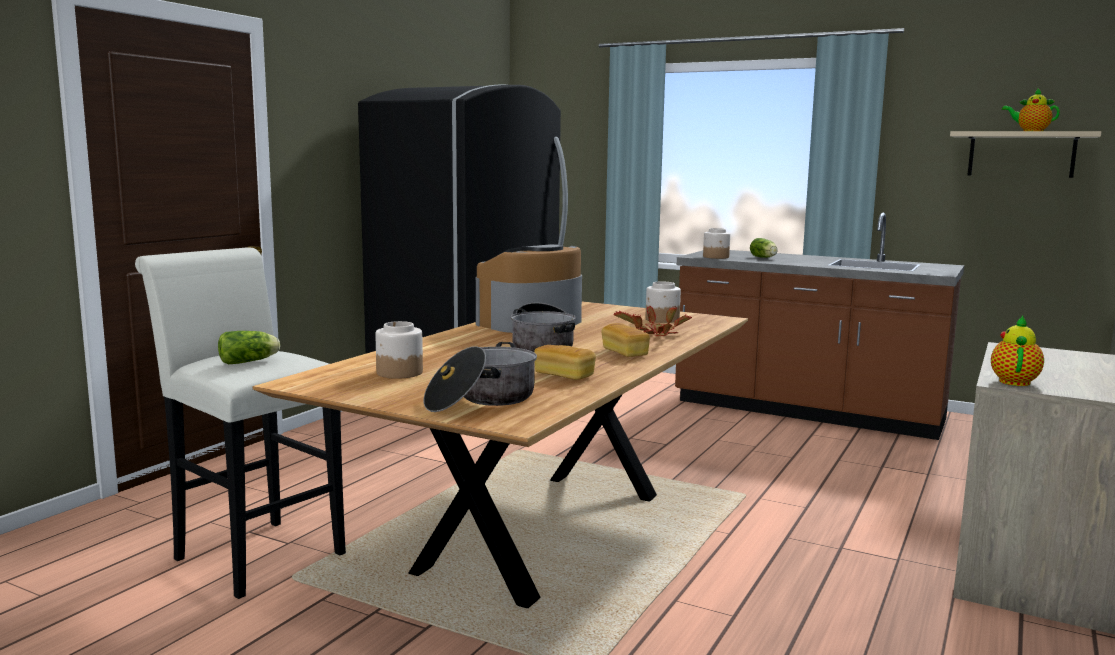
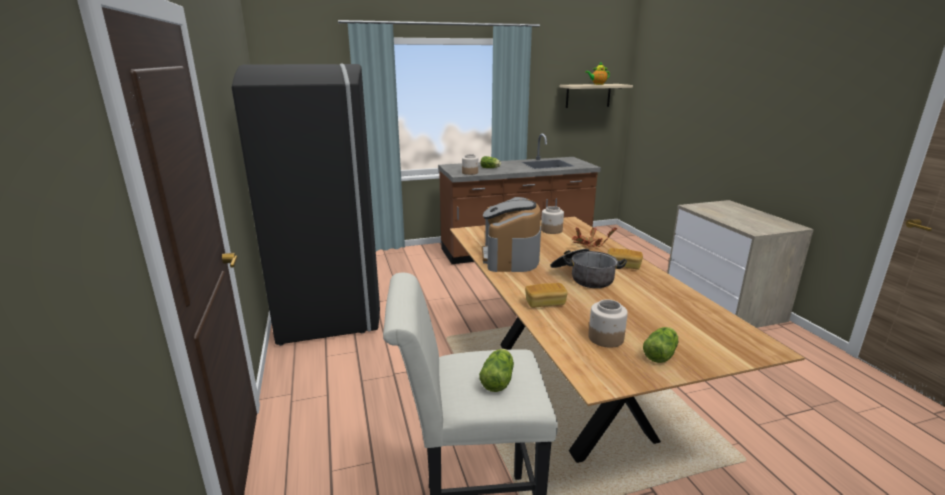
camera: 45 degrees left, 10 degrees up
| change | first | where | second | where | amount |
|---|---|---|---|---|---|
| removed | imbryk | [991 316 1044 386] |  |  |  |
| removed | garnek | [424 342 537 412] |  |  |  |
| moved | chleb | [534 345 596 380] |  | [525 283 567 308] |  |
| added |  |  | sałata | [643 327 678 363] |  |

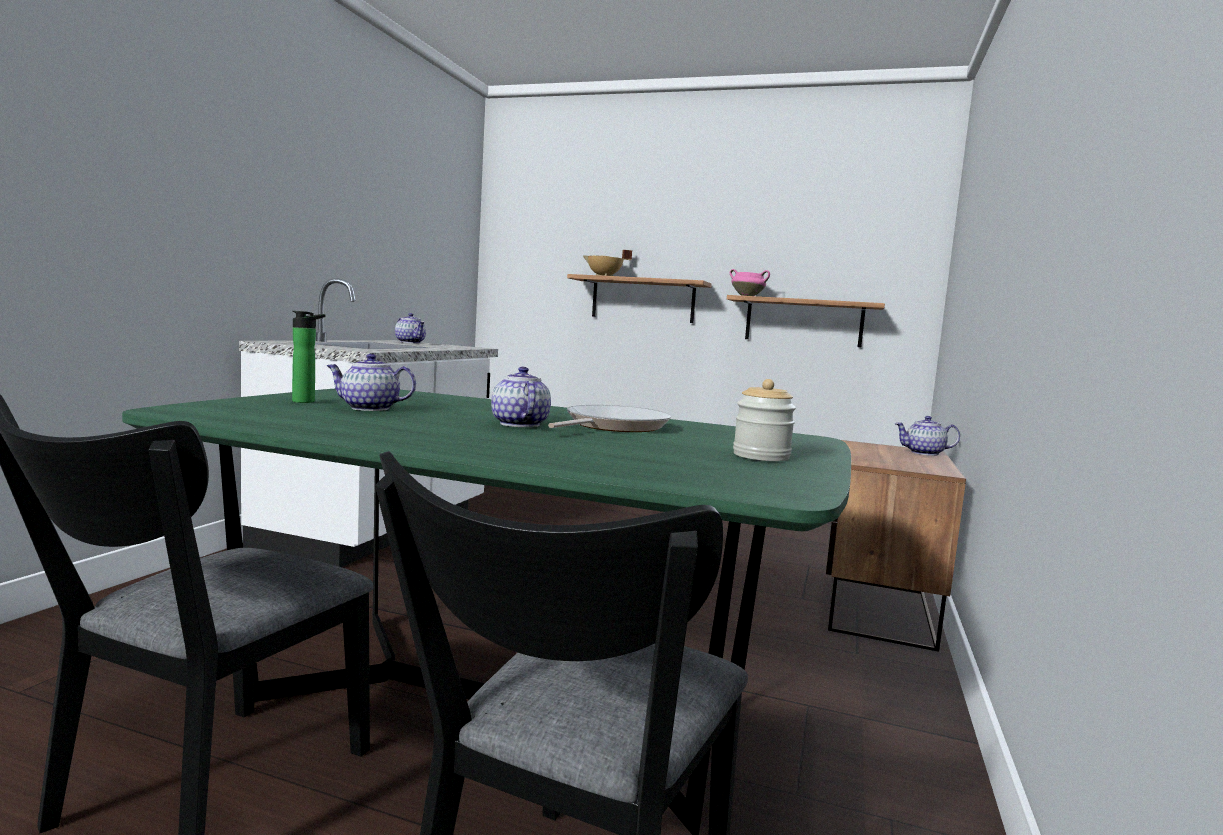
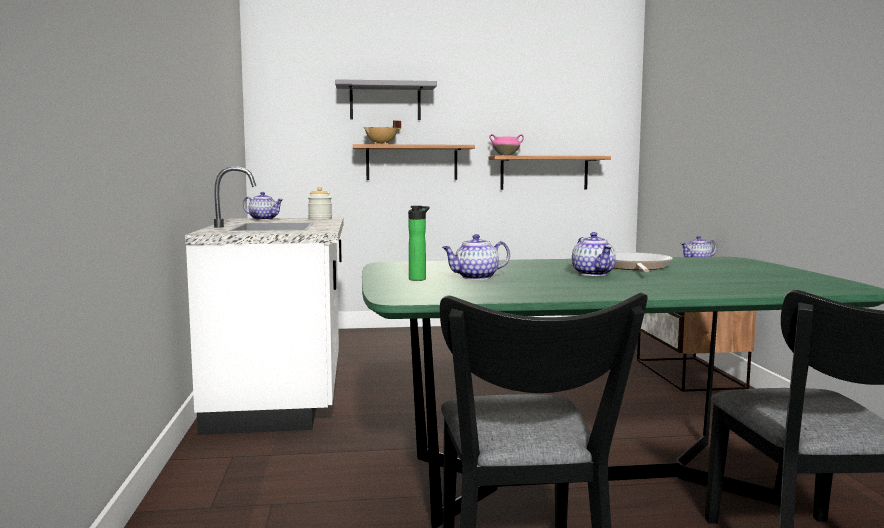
camera: 25 degrees left, 0 degrees up
| change | first | where | second | where | amount |
|---|---|---|---|---|---|
| turned | imbryk | [491 367 551 427] |  | [572 232 616 276] | 150 degrees counterclockwise |
| moved | słoik | [733 379 796 461] |  | [308 187 332 220] |  |
| added |  |  | półka [szary] | [335 79 437 120] |  |

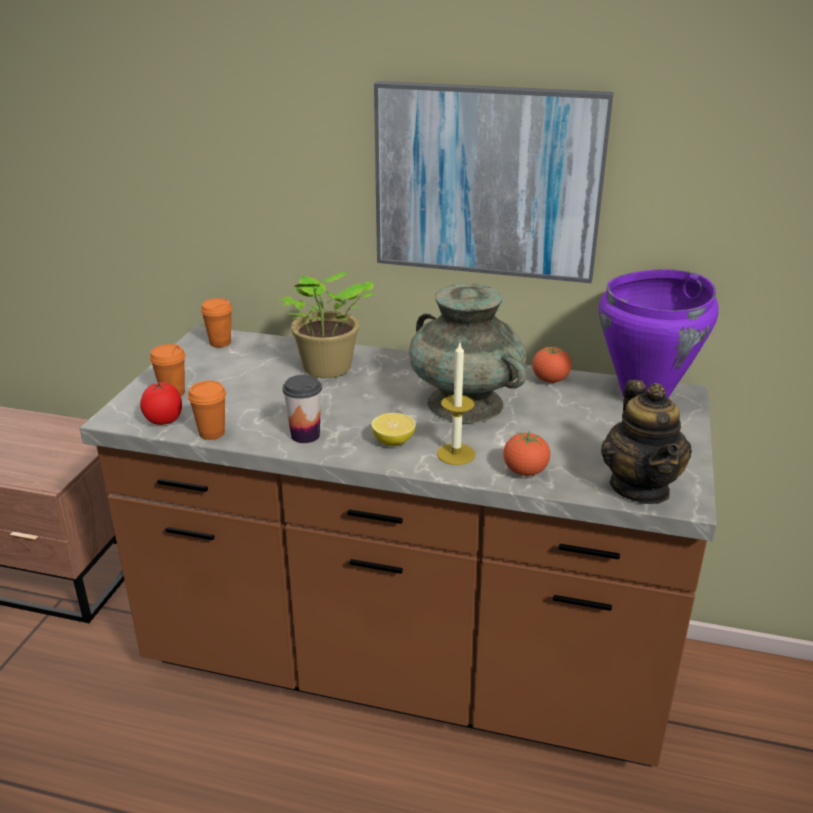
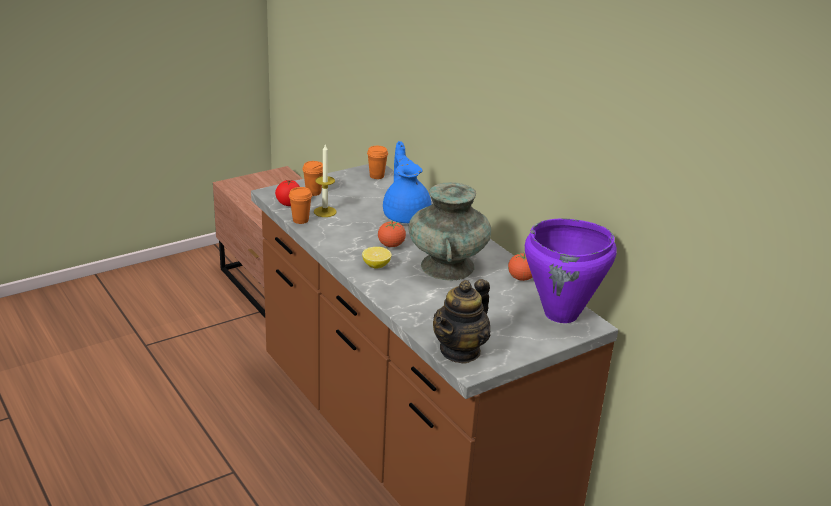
camera: 40 degrees right, 0 degrees up
| change | first | where | second | where | amount |
|---|---|---|---|---|---|
| removed | obraz | [374 81 613 283] |  |  |  |
| replaced | roślina doniczkowa | [278 272 375 378] | imbryk [niebieski] | [383 141 431 223] |  |
| moved | świeca | [437 343 475 465] |  | [314 145 337 217] |  |
| removed | filiżanka | [283 375 322 443] |  |  |  |
| moved | pomidor | [503 431 550 476] |  | [378 221 406 247] |  |

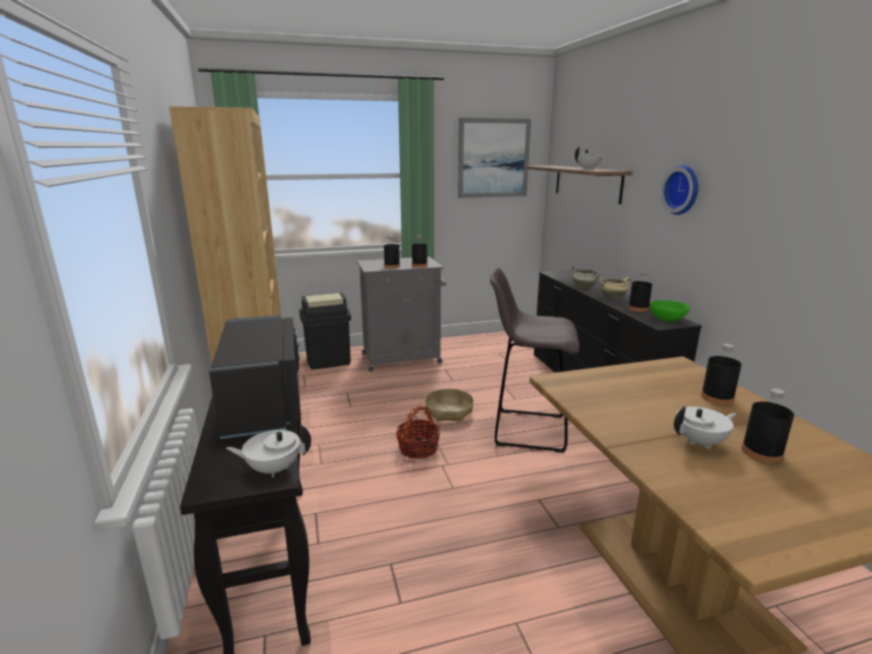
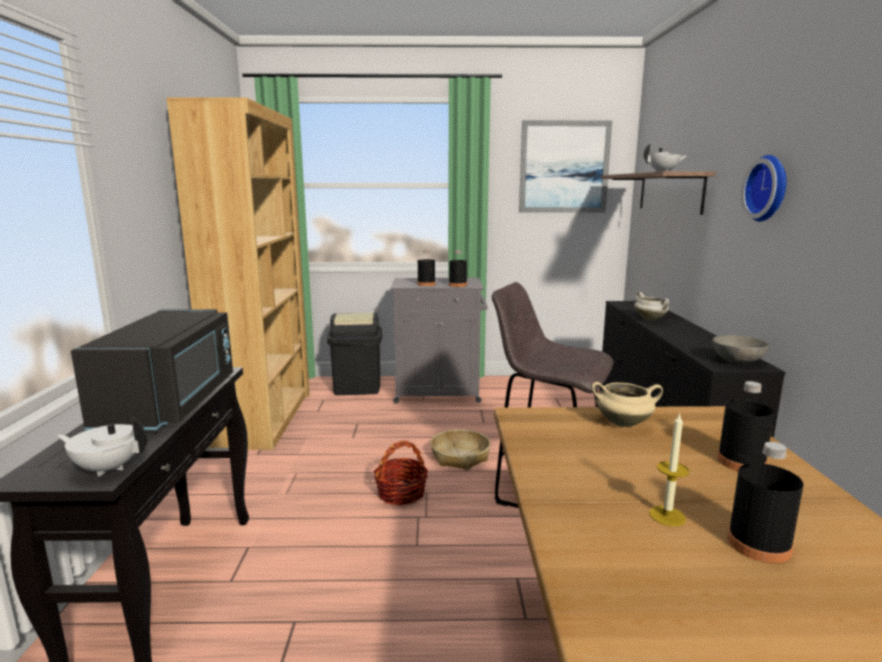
camera: 15 degrees right, 5 degrees down
| change | first | where | second | where | amount |
|---|---|---|---|---|---|
| removed | butelka [czarny] | [628 272 652 312] |  |  |  |
| moved | garnek [beżowy] | [600 277 631 299] |  | [591 382 663 427] |  |
| recoloured | miska [zielony] | [650 300 690 322] | miska [szary] | [712 335 770 364] |  |
| replaced | imbryk [biały] | [674 406 736 450] | świeca | [649 413 689 527] |  |

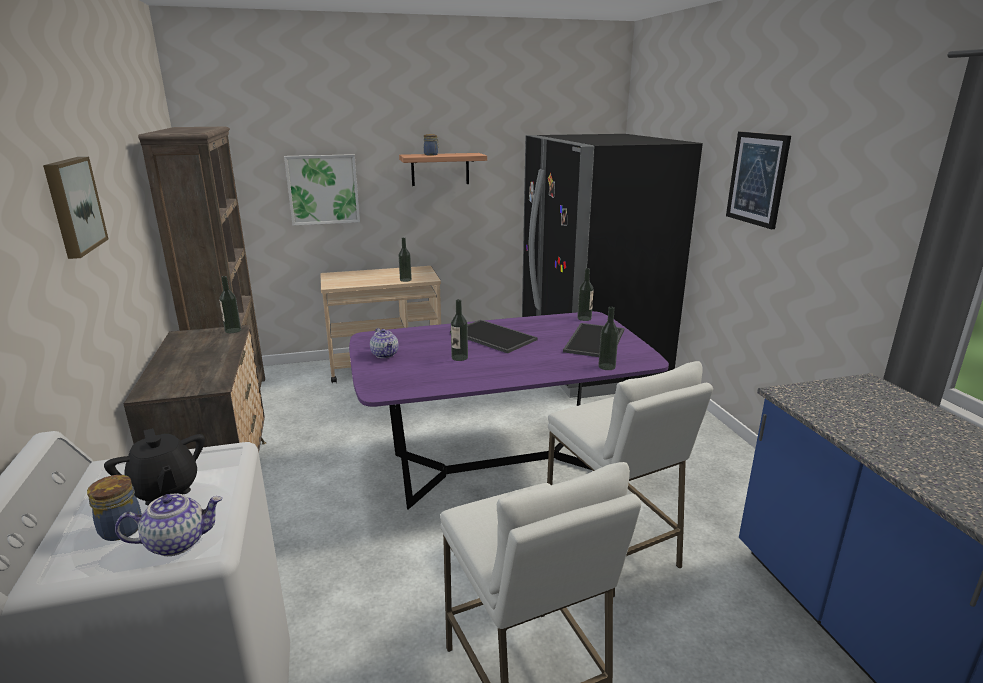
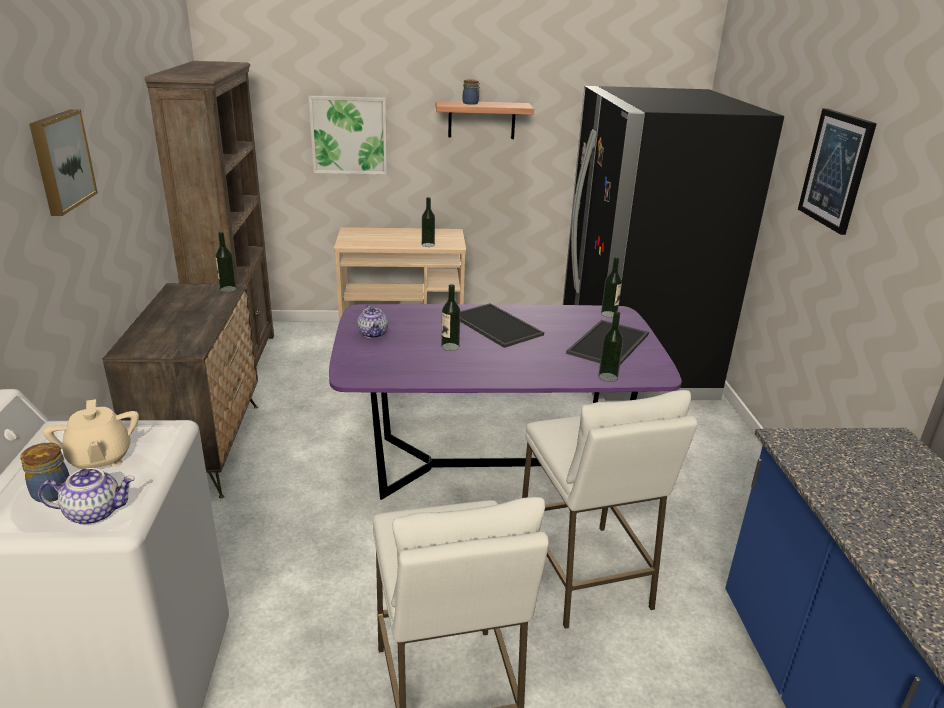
camera: 10 degrees right, 5 degrees up
| change | first | where | second | where | amount |
|---|---|---|---|---|---|
| recoloured | imbryk [czarny] | [104 428 205 505] | imbryk [beżowy] | [43 399 139 470] |  |

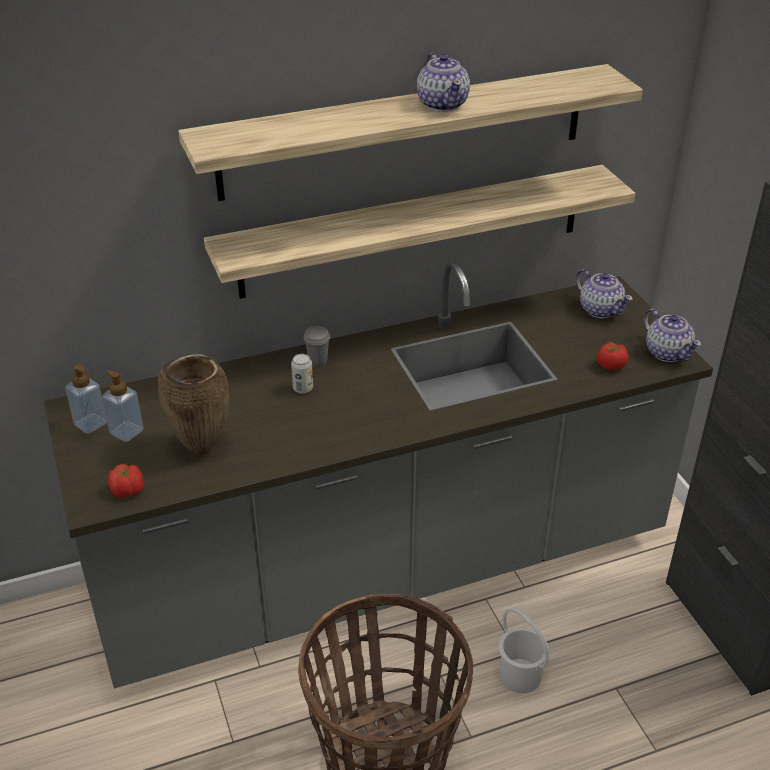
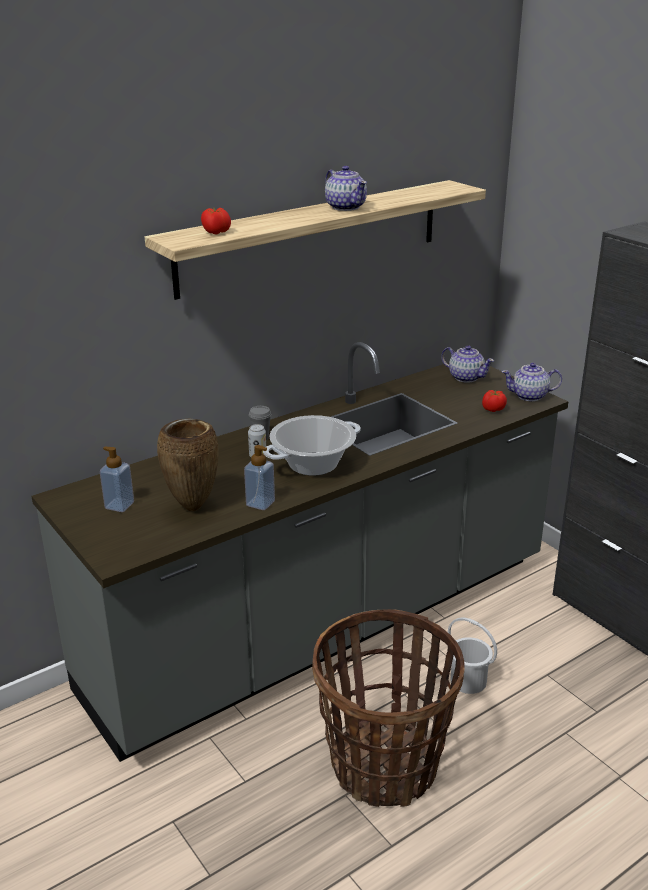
camera: 15 degrees left, 10 degrees down
| change | first | where | second | where | amount |
|---|---|---|---|---|---|
| removed | półka | [204 165 635 299] |  |  |  |
| turned | imbryk | [643 309 702 362] |  | [502 363 562 401] | 135 degrees clockwise |
| moved | dozownik mydła | [65 364 107 434] |  | [244 445 275 510] |  |
| moved | pomidor | [108 464 144 498] |  | [201 207 231 234] |  |
| added |  |  | garnek | [263 415 361 476] |  |

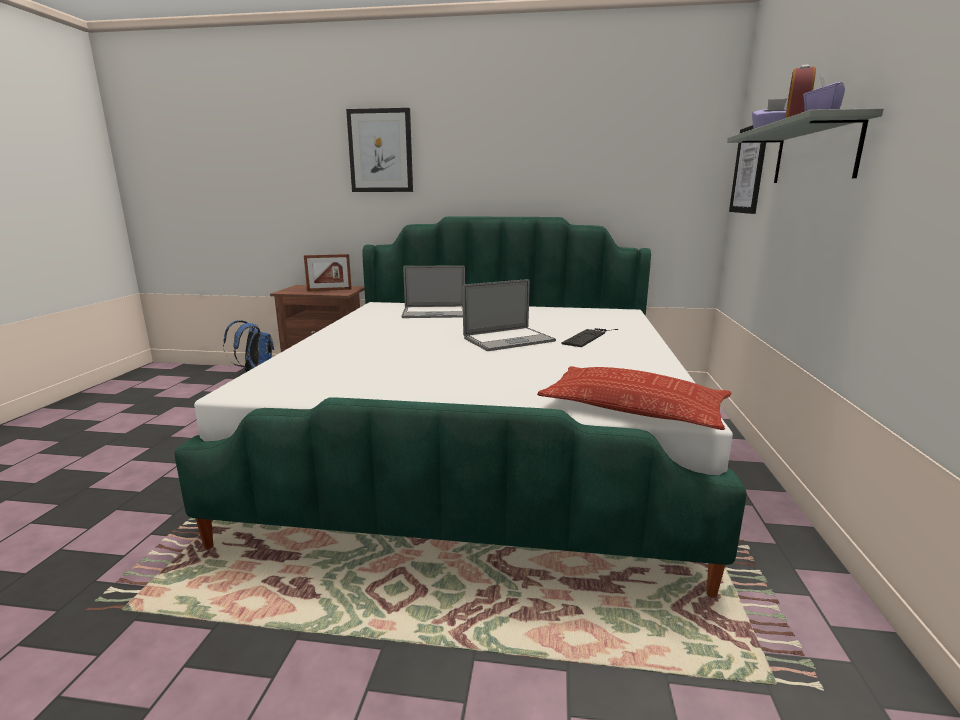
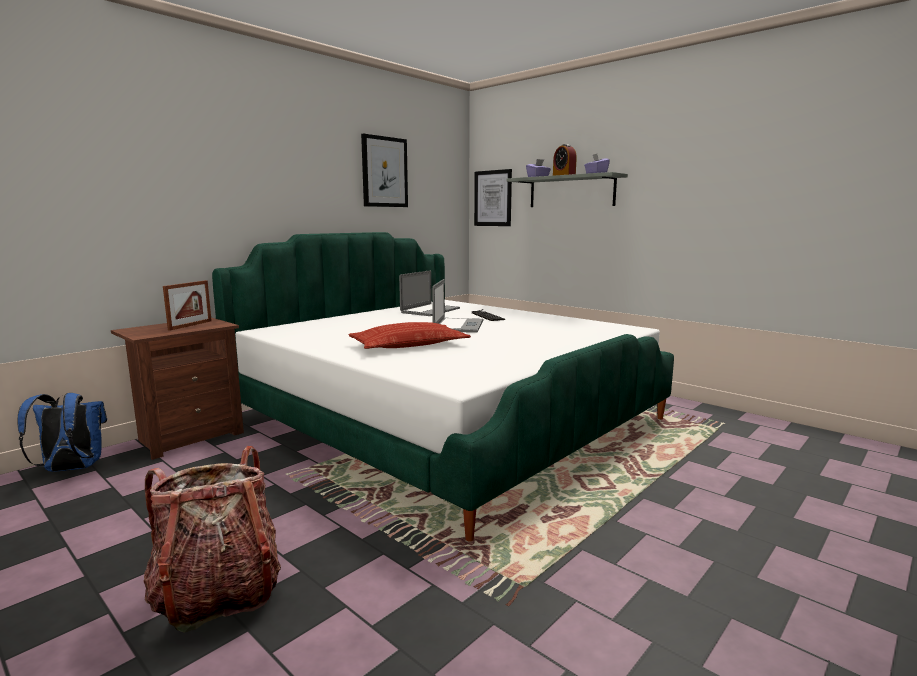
camera: 55 degrees left, 5 degrees down
| change | first | where | second | where | amount |
|---|---|---|---|---|---|
| moved | obraz | [346 108 413 192] |  | [361 134 408 207] |  |
| moved | laptop | [402 265 465 318] |  | [399 270 460 316] |  |
| moved | poduszka | [537 366 732 430] |  | [349 322 471 349] |  |
| added |  |  | plecak | [143 446 281 633] |  |

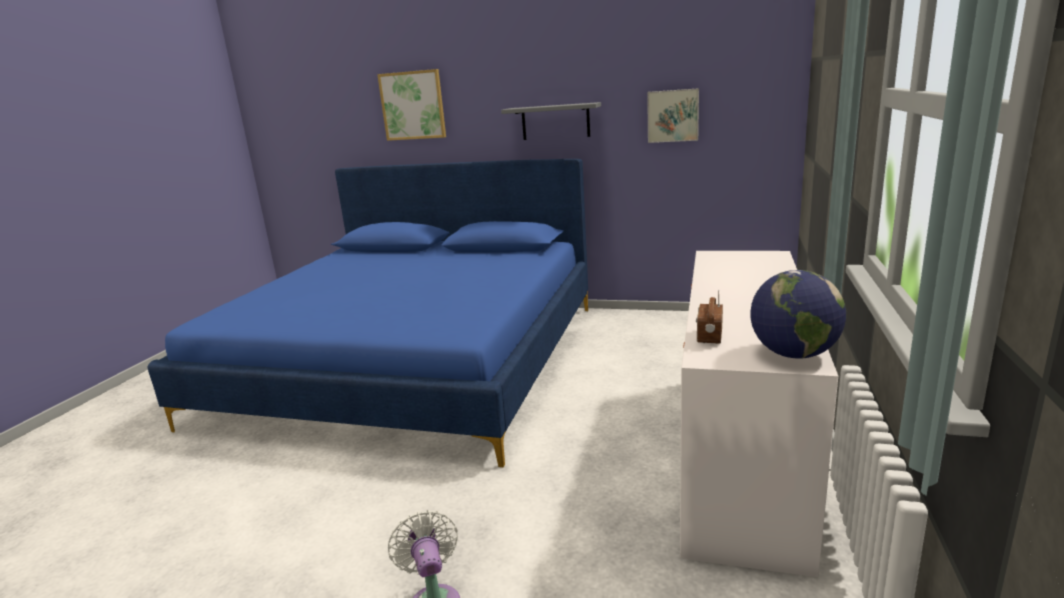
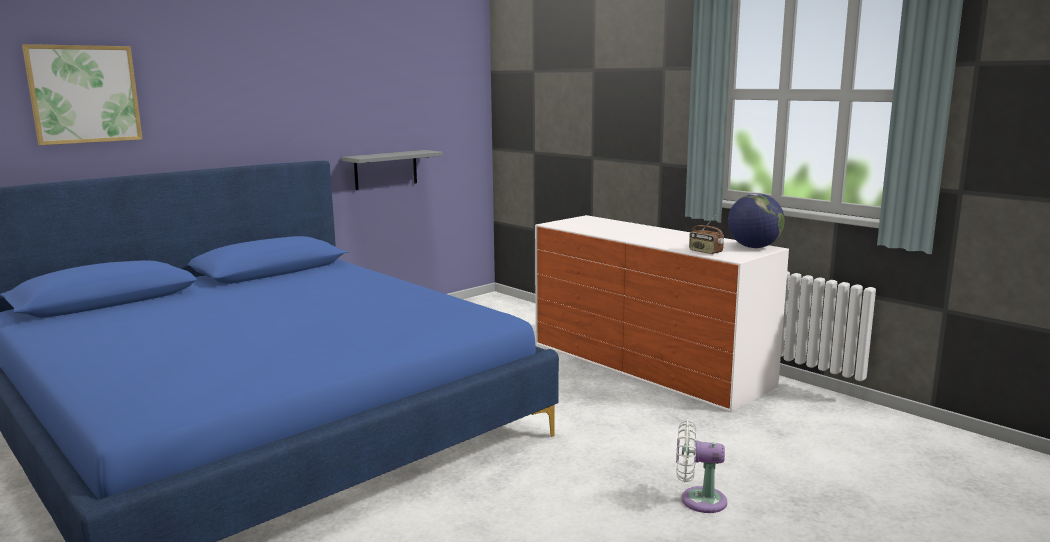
camera: 60 degrees left, 5 degrees down
| change | first | where | second | where | amount |
|---|---|---|---|---|---|
| removed | obraz | [647 88 699 143] |  |  |  |
| moved | półka [szary] | [501 102 601 140] |  | [342 150 443 190] |  |

